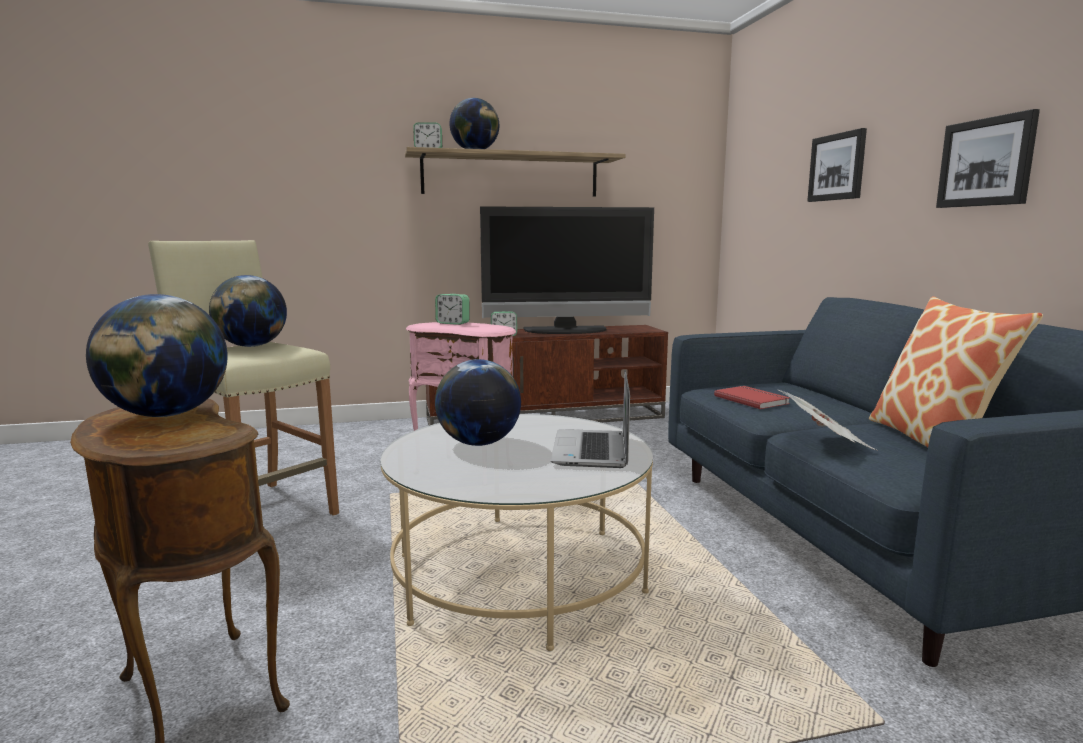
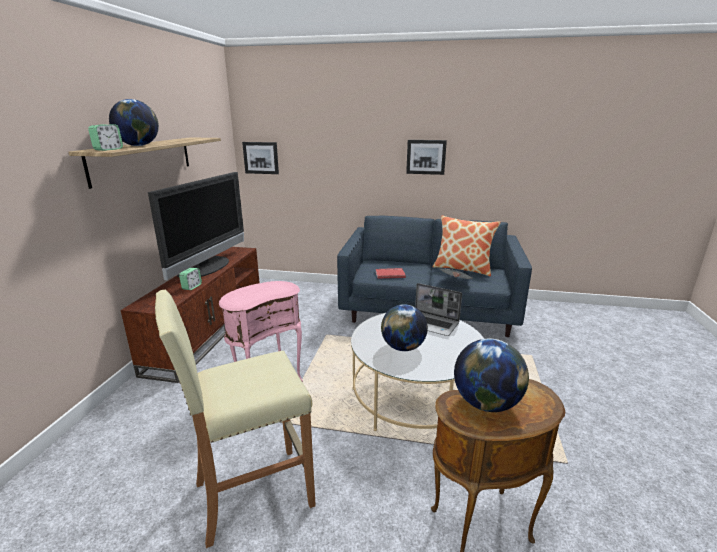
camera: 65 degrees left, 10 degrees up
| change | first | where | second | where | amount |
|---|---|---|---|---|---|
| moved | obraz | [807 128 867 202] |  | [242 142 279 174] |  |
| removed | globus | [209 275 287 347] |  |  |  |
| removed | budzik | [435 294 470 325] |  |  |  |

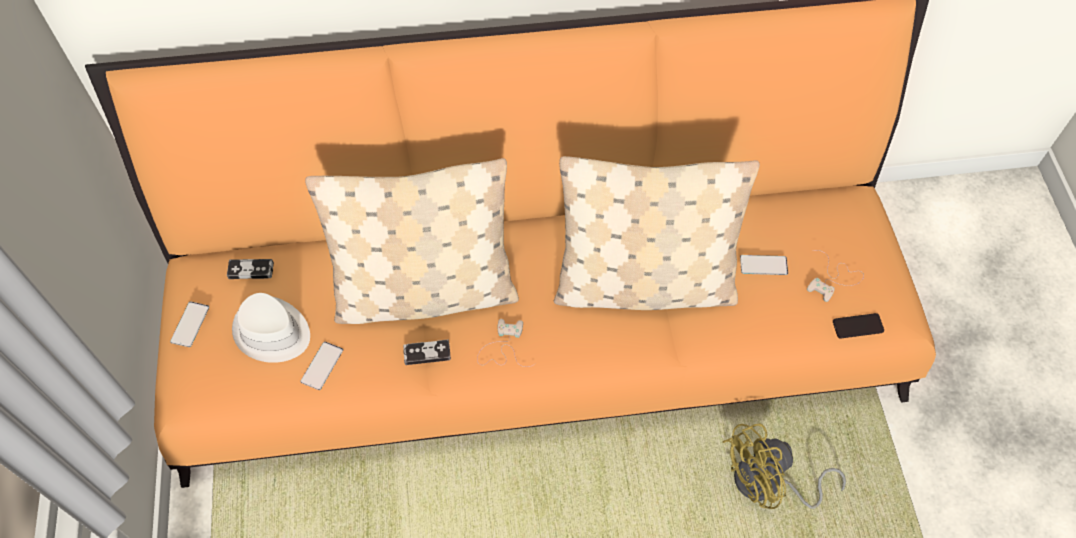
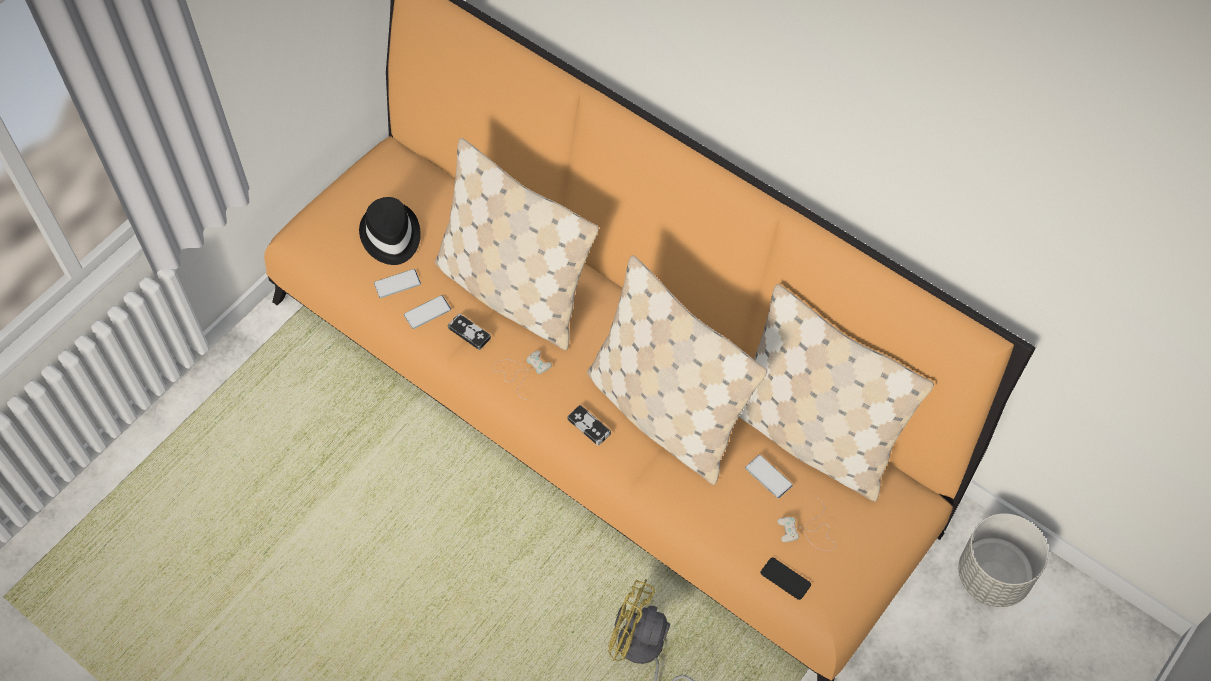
camera: 45 degrees right, 0 degrees up
| change | first | where | second | where | amount |
|---|---|---|---|---|---|
| moved | pad do gier | [227 259 274 279] |  | [568 405 611 446] |  |
| recoloured | kapelusz [biały] | [232 293 310 363] | kapelusz [czarny] | [359 197 421 265] |  |
| moved | telefon | [170 302 209 347] |  | [404 295 451 329] |  |
| added |  |  | poduszka [beżowy] | [739 284 934 501] |  |
| added |  |  | donica [szary] | [958 513 1048 607] |  |

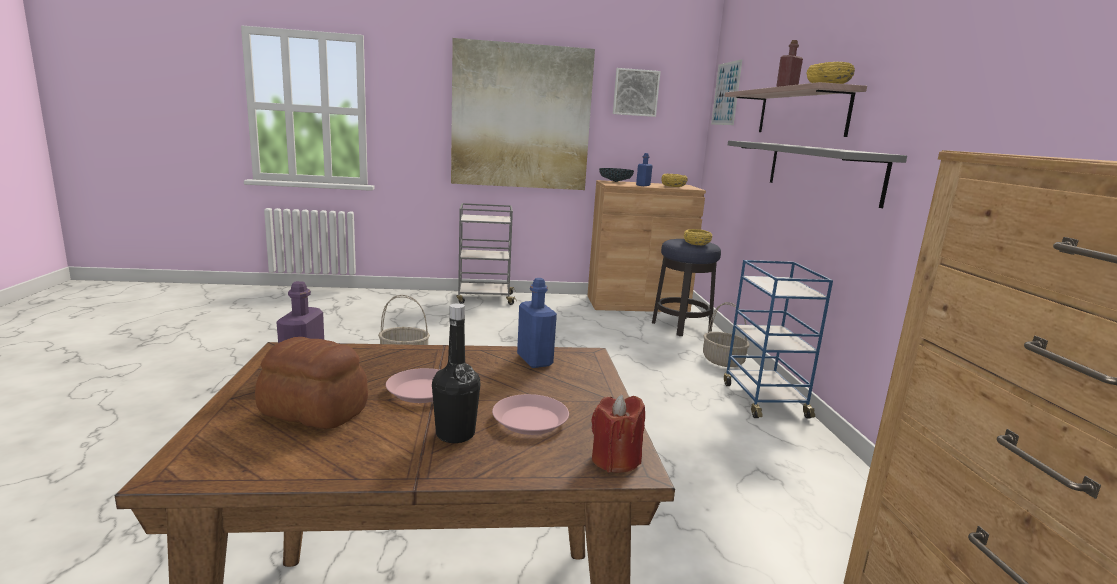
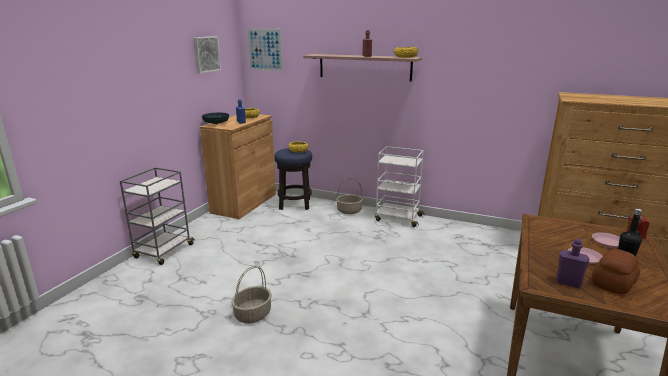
camera: 60 degrees left, 5 degrees up
| change | first | where | second | where | amount |
|---|---|---|---|---|---|
| removed | obraz | [451 38 595 190] |  |  |  |
| removed | półka [szary] | [728 141 907 208] |  |  |  |
| recoloured | wózek [niebieski] | [724 260 833 418] | wózek [biały] | [375 146 424 227] |  |
| removed | butelka [niebieski] | [517 278 557 368] |  |  |  |

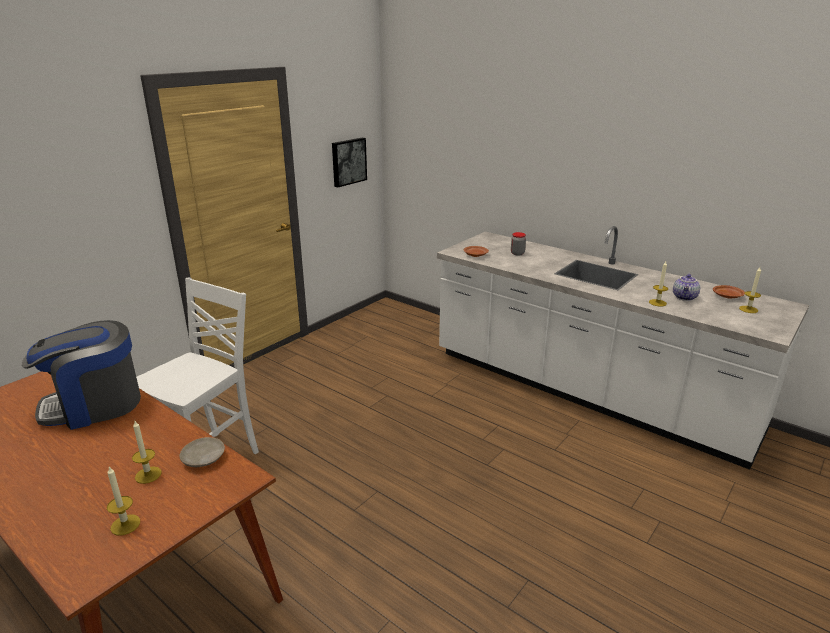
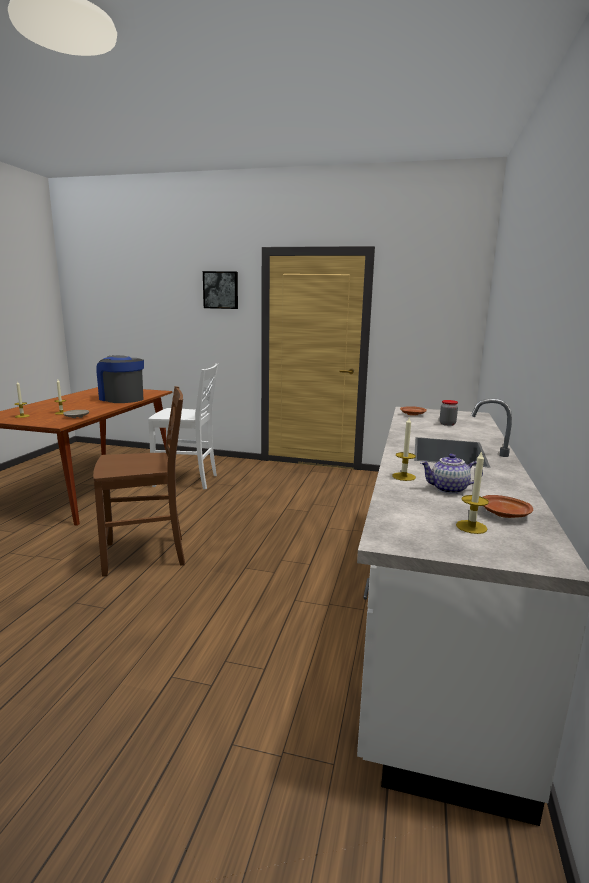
camera: 65 degrees right, 10 degrees down
| change | first | where | second | where | amount |
|---|---|---|---|---|---|
| moved | obraz | [332 138 367 187] |  | [203 271 238 309] |  |
| added |  |  | krzesło [brązowy] | [93 386 185 577] |  |

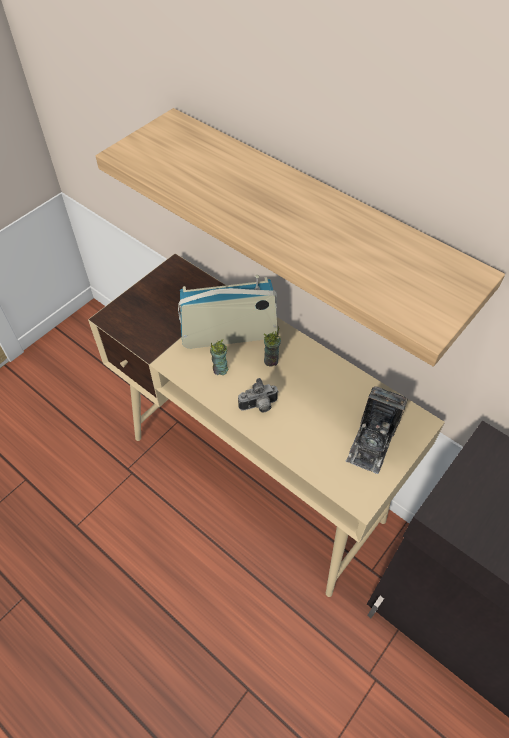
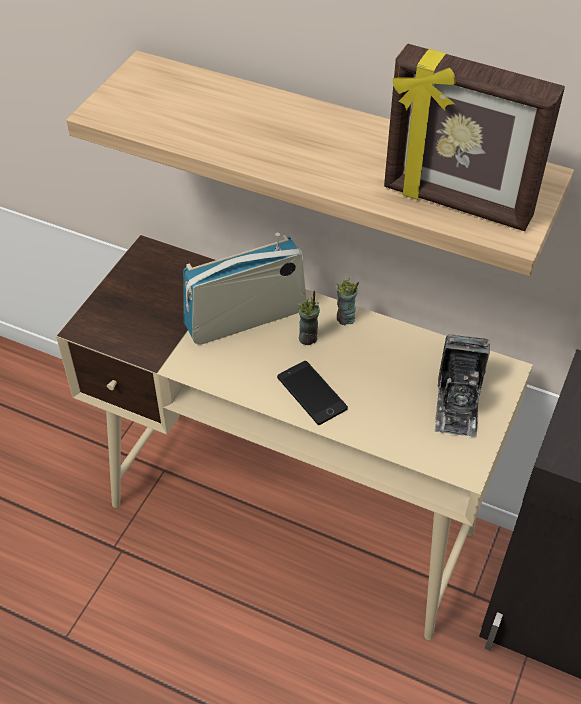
camera: 15 degrees left, 5 degrees down
| change | first | where | second | where | amount |
|---|---|---|---|---|---|
| moved | filiżanka | [210 339 228 375] |  | [337 278 359 325] |  |
| replaced | aparat fotograficzny | [238 378 279 412] | telefon | [277 361 348 425] |  |
| added |  |  | ramka na zdjęcie | [384 44 565 231] |  |

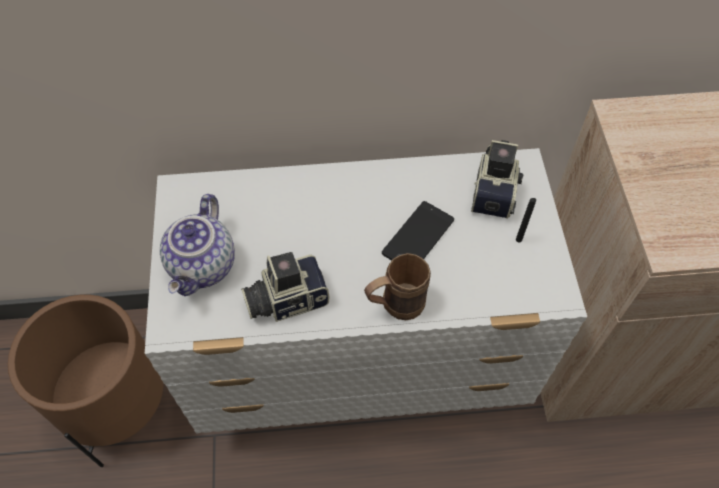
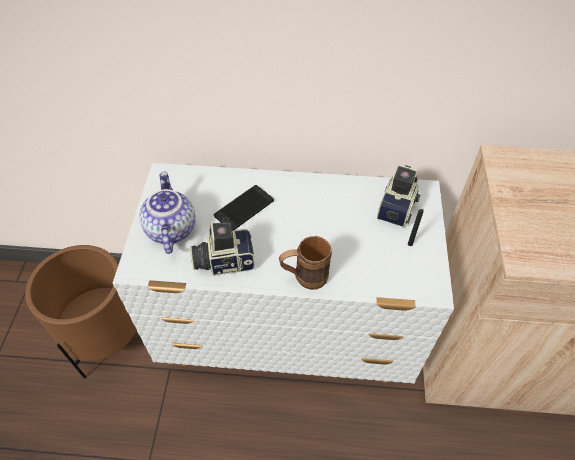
camera: 10 degrees right, 5 degrees down
| change | first | where | second | where | amount |
|---|---|---|---|---|---|
| turned | imbryk | [160 194 235 296] |  | [140 171 196 254] | 150 degrees clockwise |
| moved | telefon | [382 201 454 261] |  | [214 185 274 231] |  |

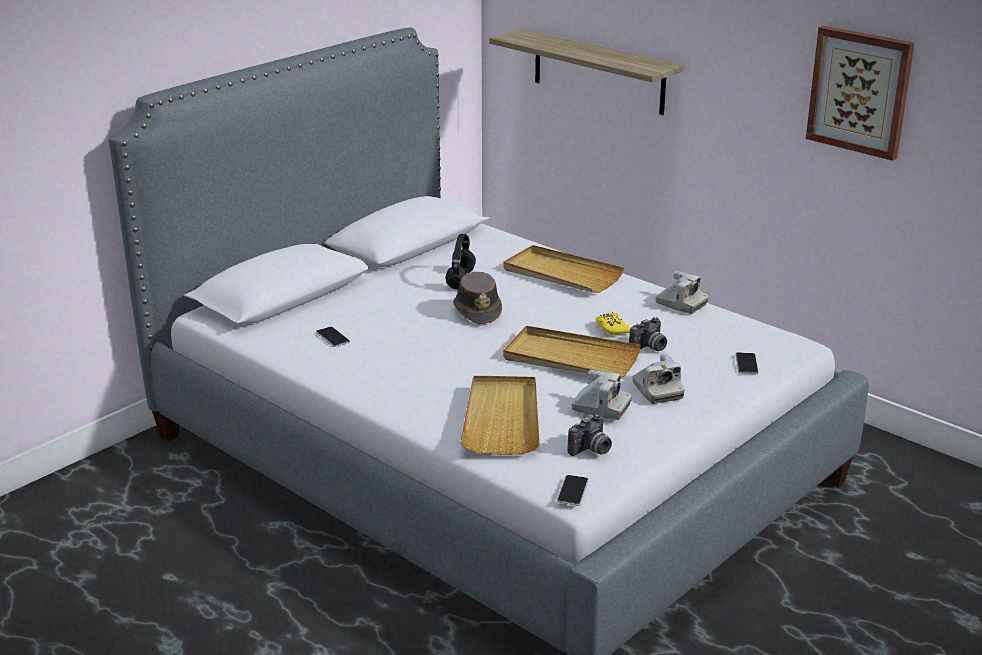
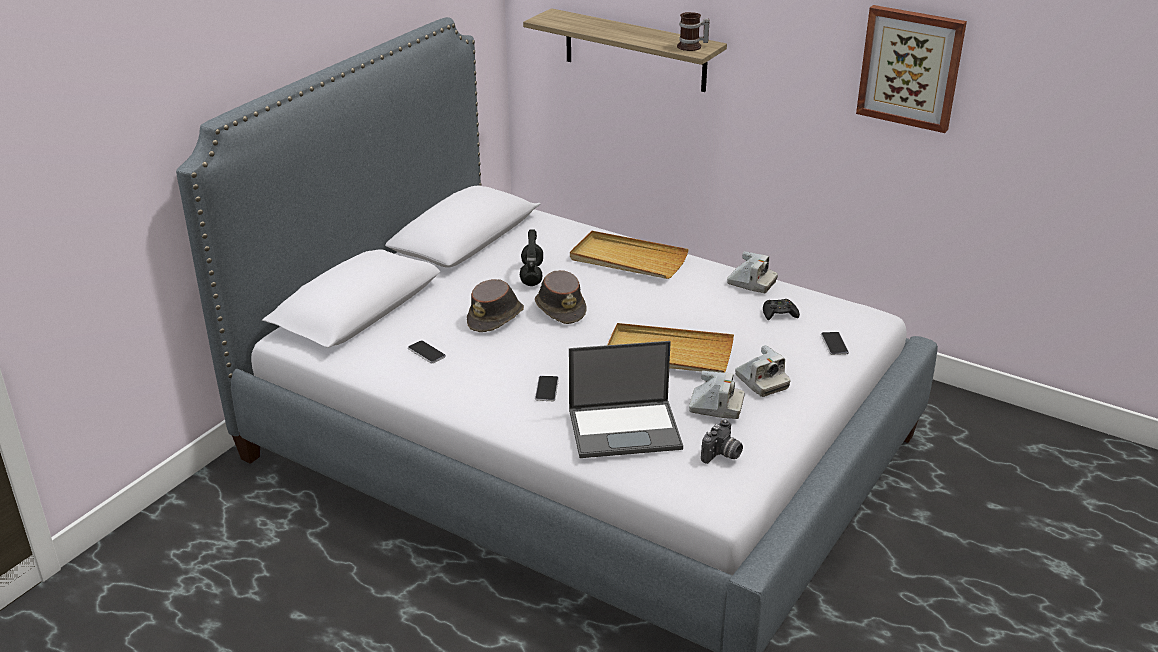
camera: 10 degrees left, 5 degrees up
| change | first | where | second | where | amount |
|---|---|---|---|---|---|
| removed | pad do gier [żółty] | [596 312 631 335] |  |  |  |
| removed | aparat fotograficzny | [629 317 667 351] |  |  |  |
| replaced | taca [beżowy] | [460 376 540 455] | laptop | [569 341 683 458] |  |
| moved | telefon | [557 475 589 506] |  | [535 376 559 401] |  |
| added |  |  | kubek | [677 12 709 51] |  |
| added |  |  | kapelusz [brązowy] | [467 279 524 332] |  |
| added |  |  | pad do gier [czarny] | [763 299 800 320] |  |

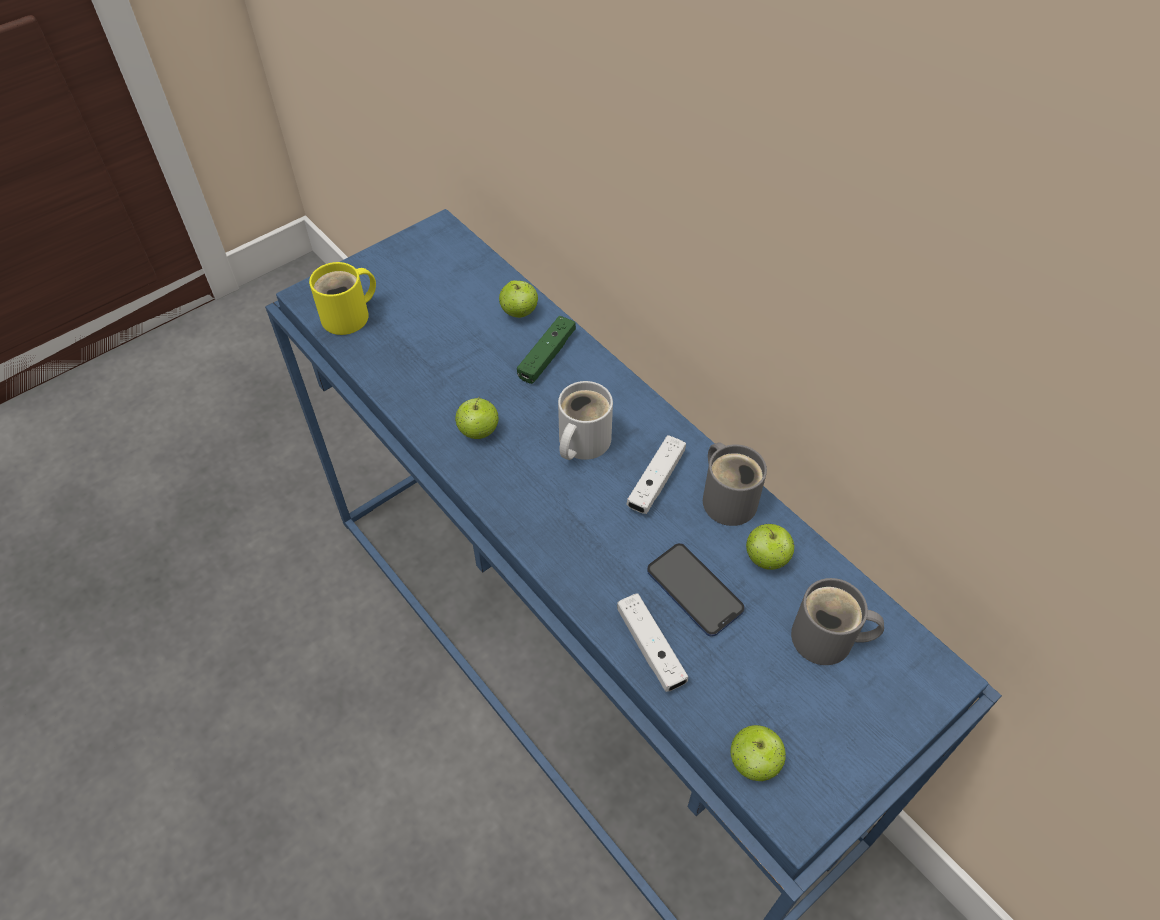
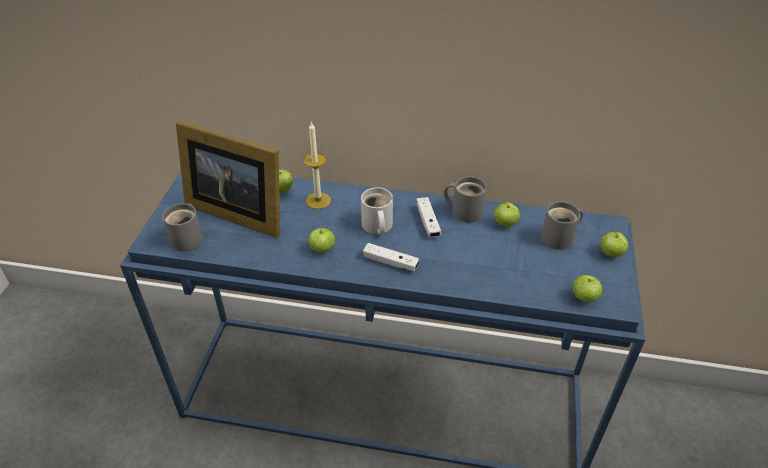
camera: 40 degrees left, 10 degrees down
| change | first | where | second | where | amount |
|---|---|---|---|---|---|
| recoloured | kubek [żółty] | [309 262 376 335] | kubek [szary] | [162 203 203 252] |  |
| replaced | pad do gier [zielony] | [517 316 576 384] | świeca | [304 121 331 209] |  |
| removed | telefon | [647 543 745 636] |  |  |  |
| moved | pad do gier [biały] | [617 594 688 692] |  | [363 243 419 271] |  |
| added |  |  | ramka na zdjęcie | [176 120 280 238] |  |
| added |  |  | jabłko | [600 231 628 257] |  |

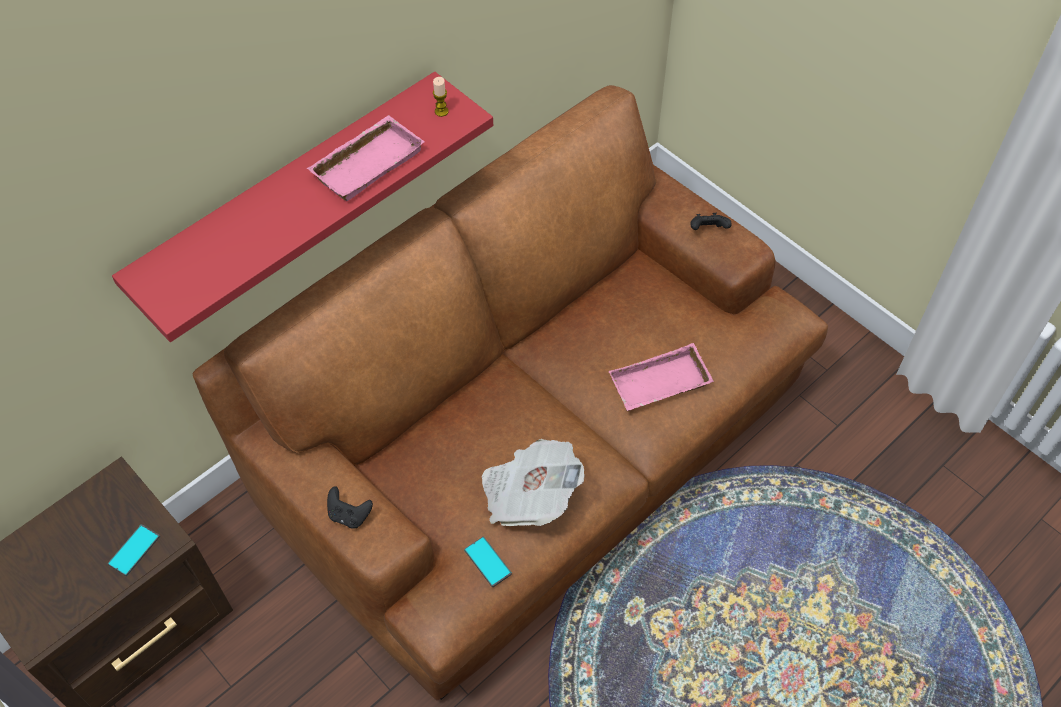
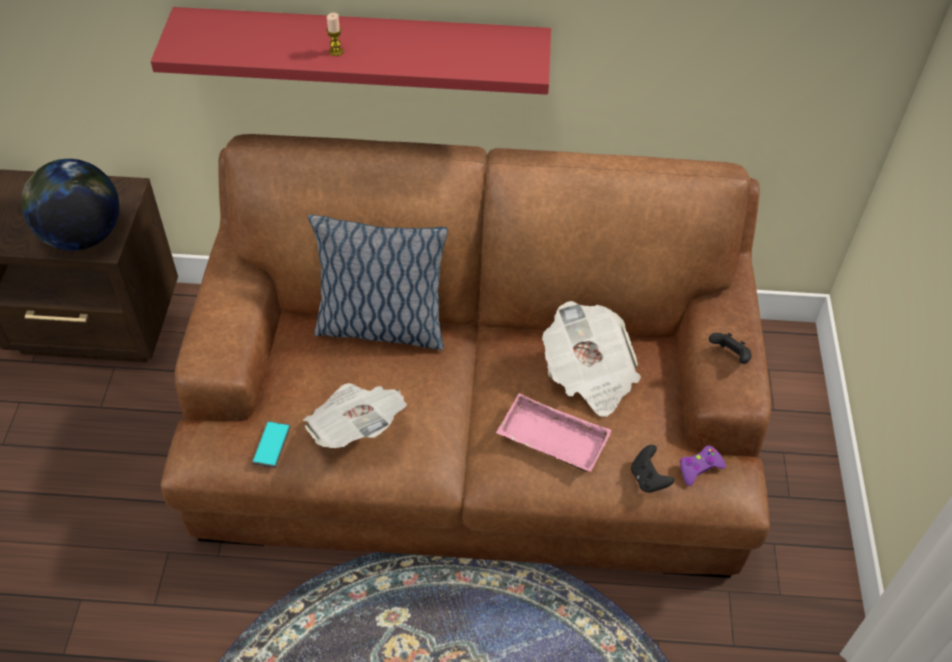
camera: 45 degrees right, 5 degrees down
| change | first | where | second | where | amount |
|---|---|---|---|---|---|
| moved | świeca | [433 77 449 117] |  | [327 13 343 56] |  |
| removed | taca [różowy] | [307 115 425 201] |  |  |  |
| moved | pad do gier [czarny] | [327 486 373 529] |  | [631 445 674 493] |  |
| replaced | telefon | [108 524 160 576] | globus | [22 159 119 251] |  |
| added |  |  | poduszka | [308 215 448 350] |  |
| added |  |  | gazeta | [542 301 641 417] |  |
| added |  |  | pad do gier [fioletowy] | [680 445 726 486] |  |

